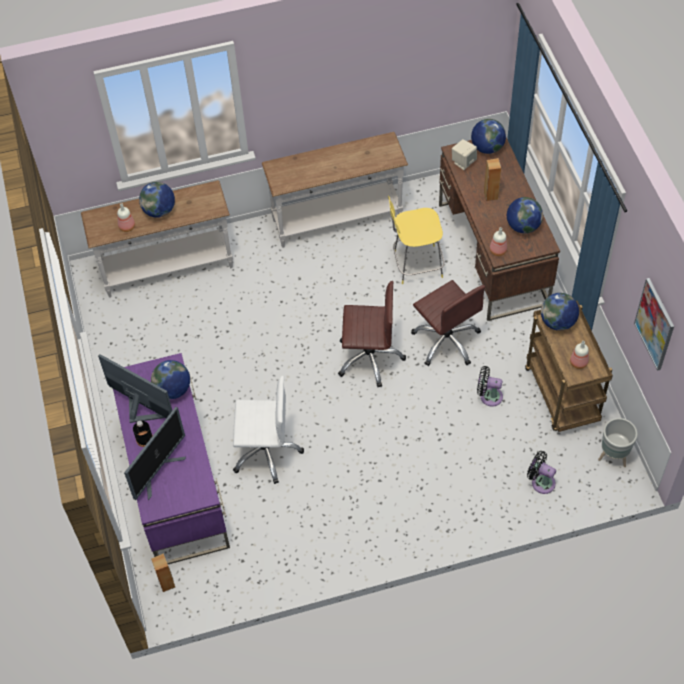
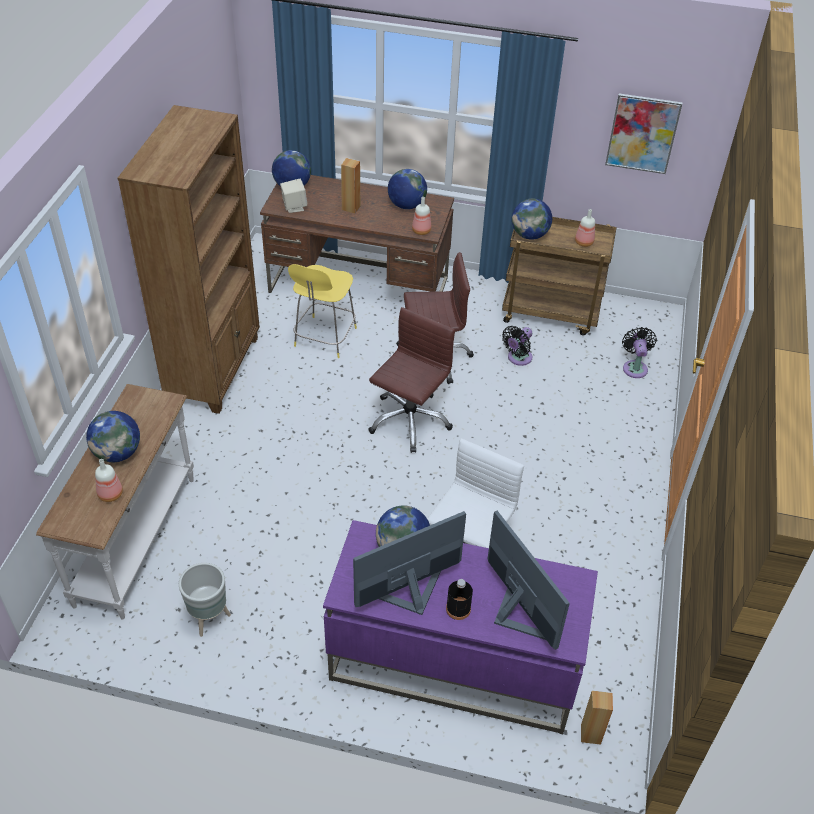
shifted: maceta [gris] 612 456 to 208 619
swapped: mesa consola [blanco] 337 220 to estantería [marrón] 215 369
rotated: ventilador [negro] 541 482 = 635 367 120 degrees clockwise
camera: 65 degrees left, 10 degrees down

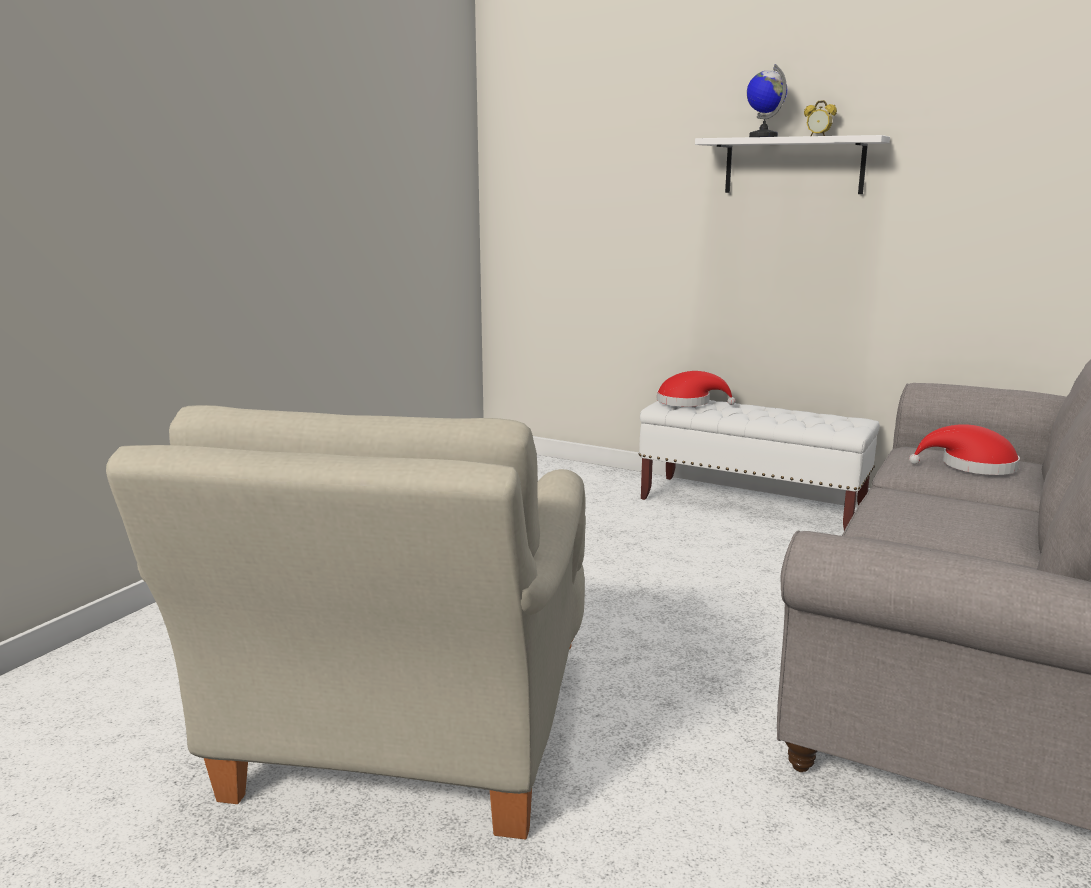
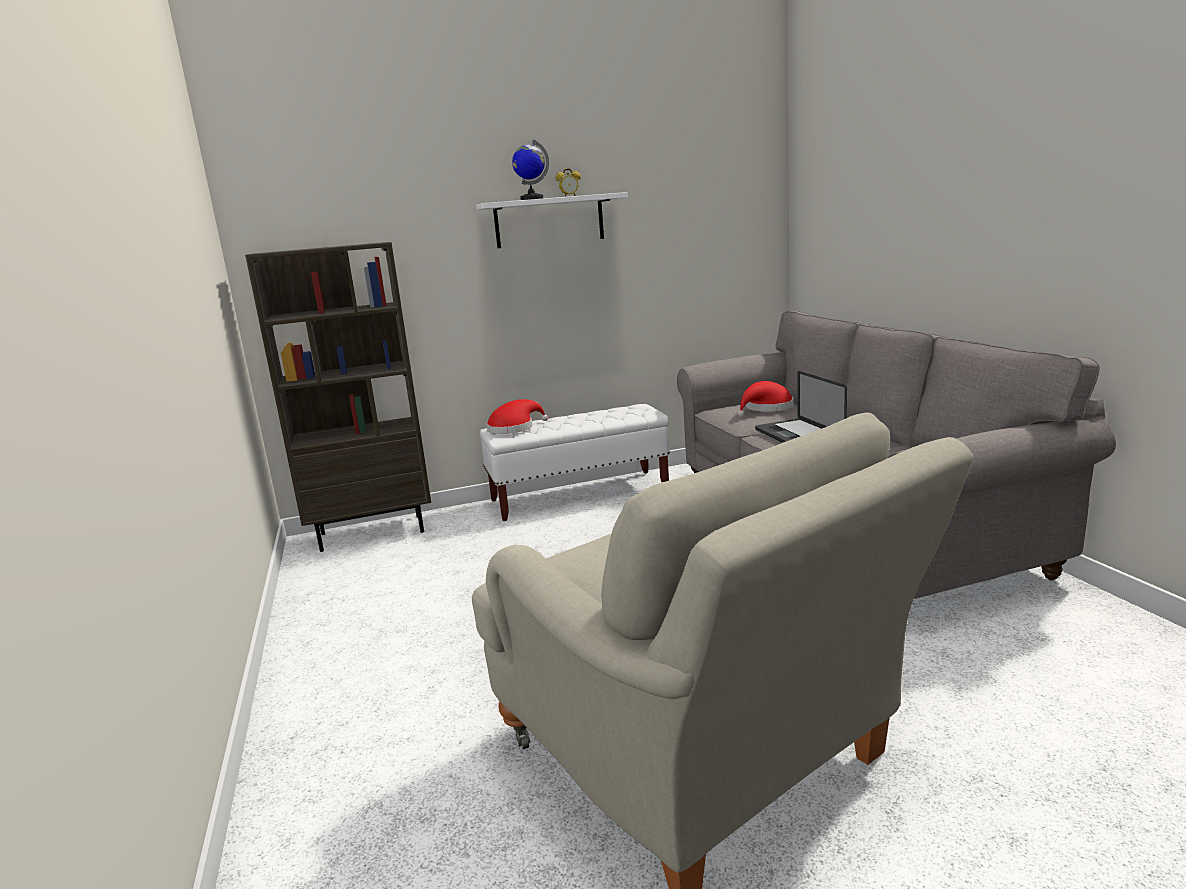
new: estantería [marrón] 373 532; portátil 798 436
camera: 45 degrees left, 0 degrees up

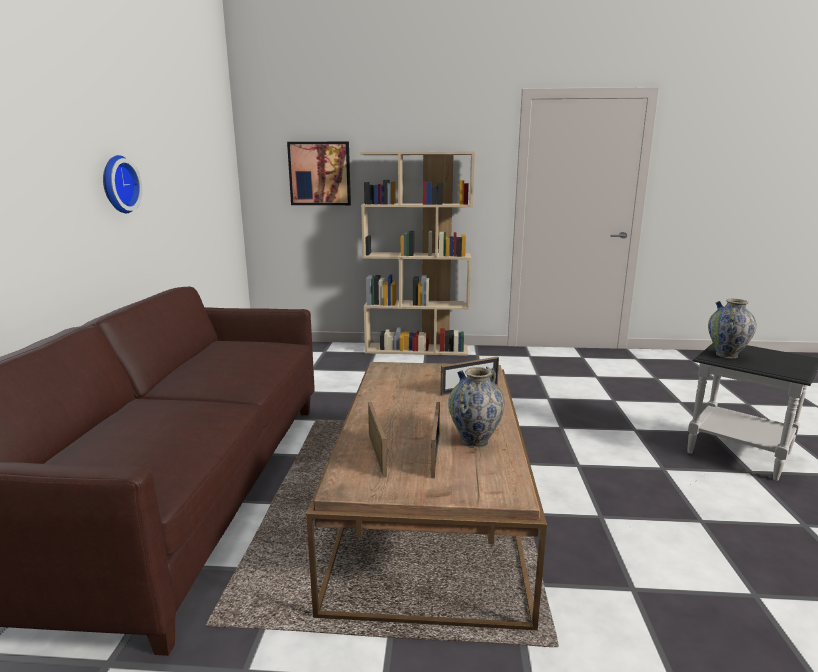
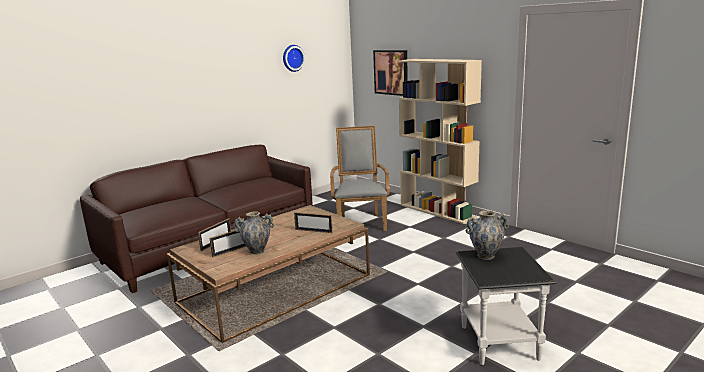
new: sillón [gris] 361 221
shifted: reloj de pared 117 184 to 292 58
camera: 45 degrees right, 0 degrees up

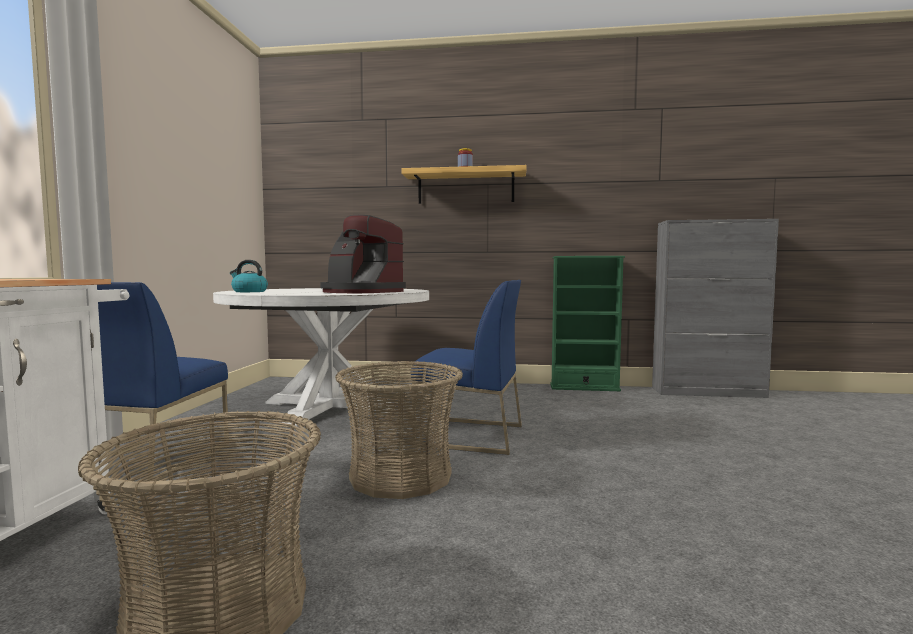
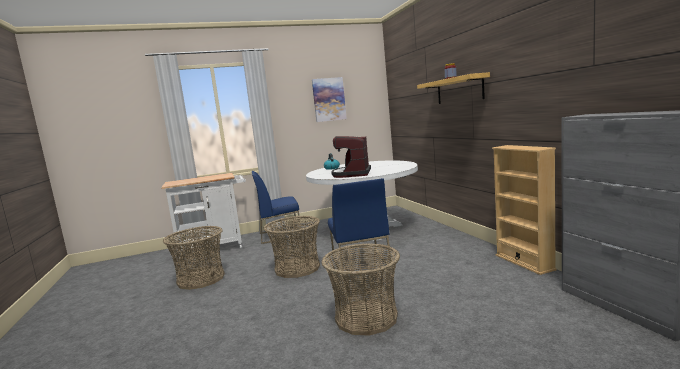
new: cuadro 329 99; cesta 366 317
repainted: estantería [verde] 584 387 to estantería [beis] 524 262
camera: 65 degrees right, 5 degrees up

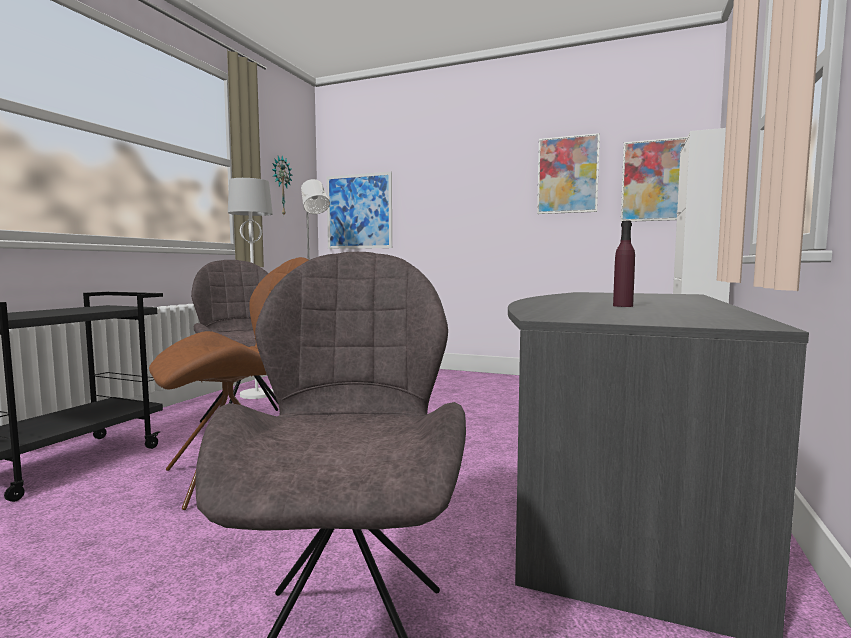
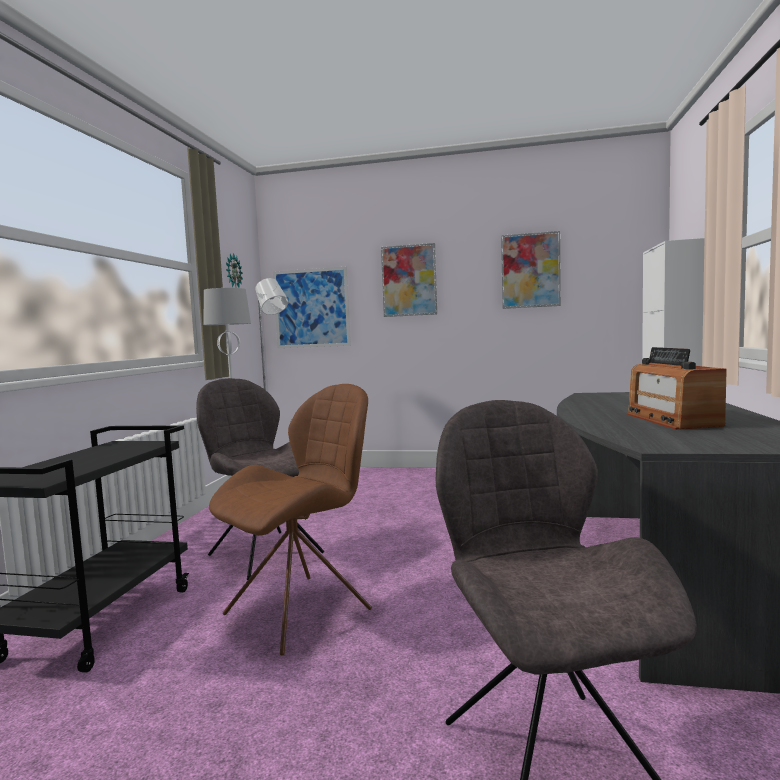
shifted: cuadro 655 180 to 409 280
swapped: botella [morado] 623 306 to radio 671 420
camera: 10 degrees left, 0 degrees up

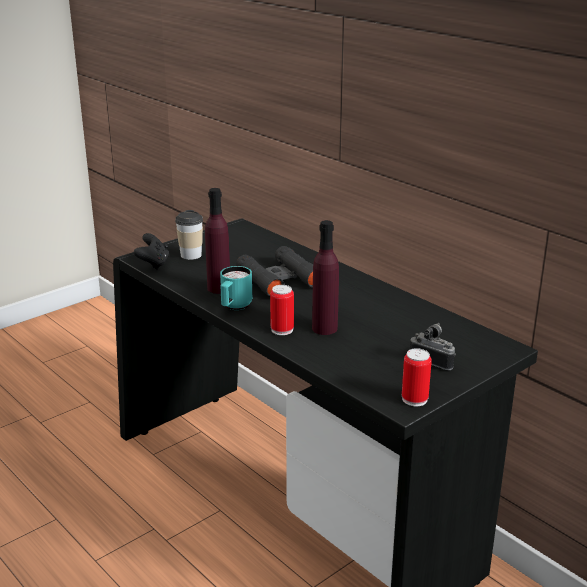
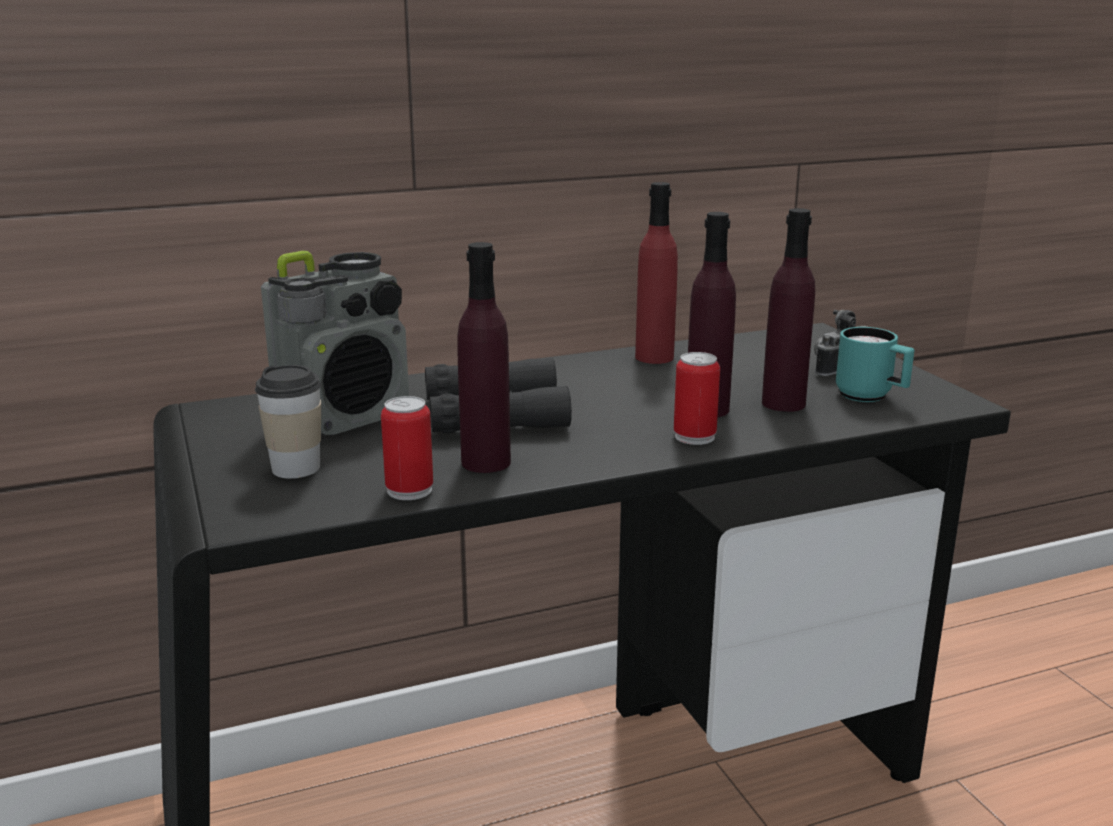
gone: mando de consola [negro] 153 264
new: radio 346 417; botella [rojo] 654 357; botella [morado] 783 403
shifted: taza grande [turquesa] 234 307 to 871 397; lata 414 399 to 409 490
camera: 70 degrees left, 5 degrees down

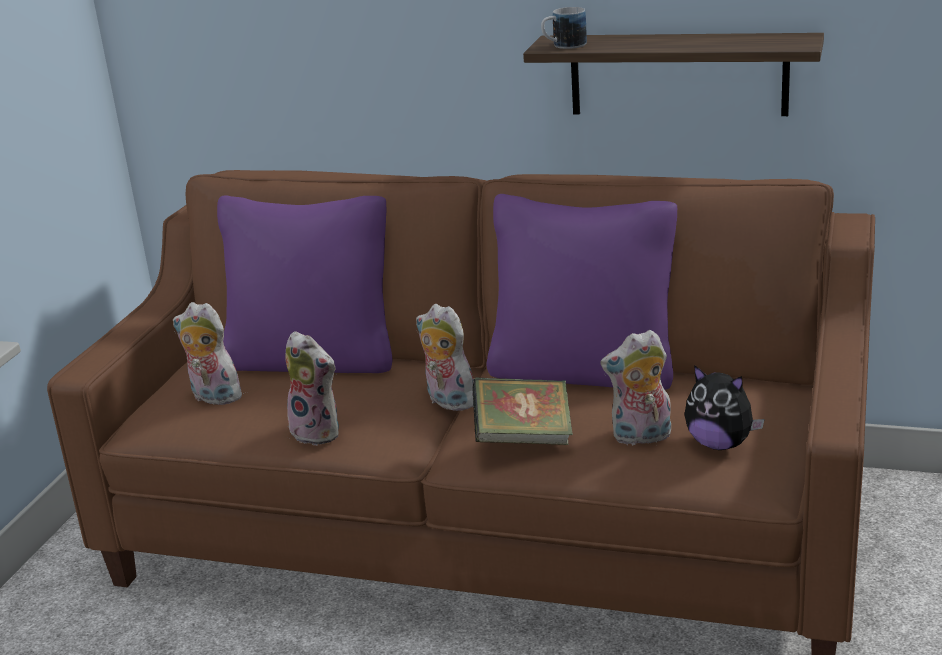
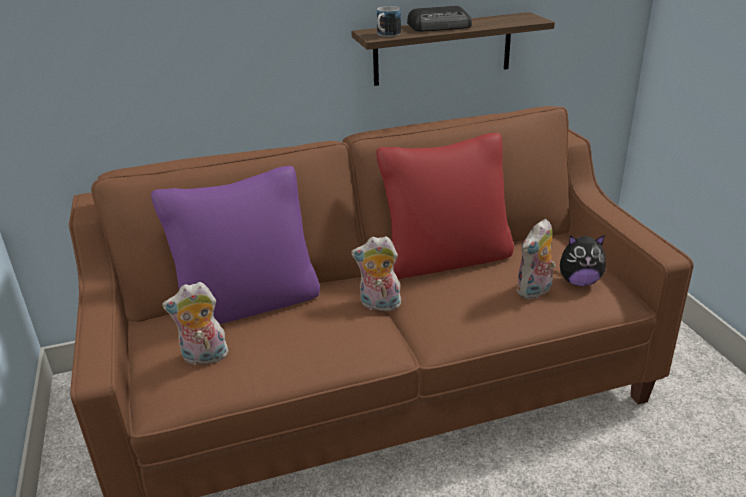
gone: peluche 319 432; libro 523 438
new: radio 440 26
repainted: cojín [morado] 584 371 to cojín [rojo] 446 259
camera: 35 degrees left, 5 degrees up

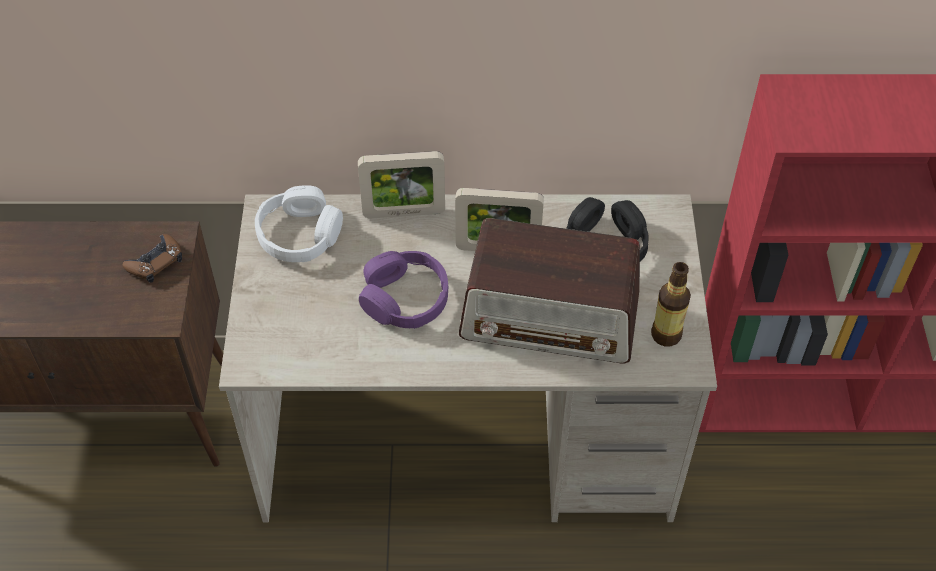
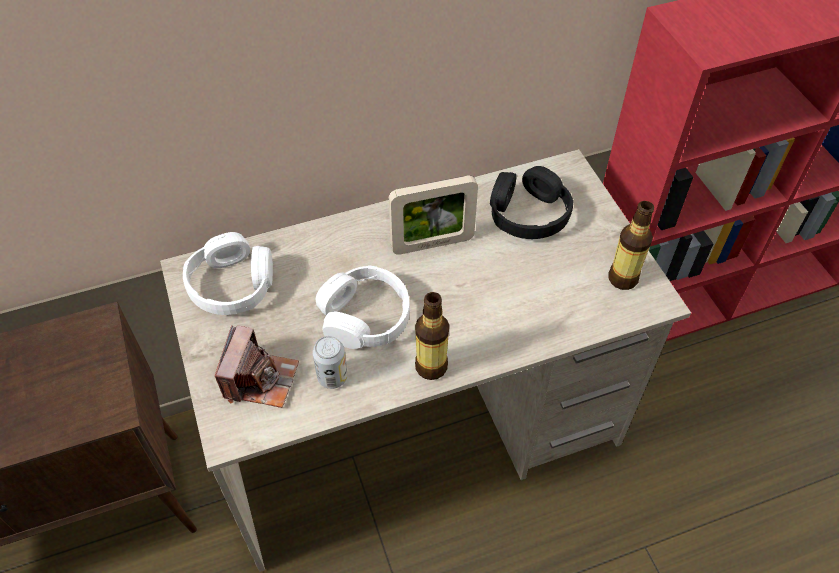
gone: mando de consola [marrón] 155 262; portarretratos 404 212; radio 550 316
new: cámara 260 379; lata 332 377; botella 431 366
repainted: auriculares [morado] 405 298 to auriculares [blanco] 365 317
camera: 20 degrees left, 0 degrees up

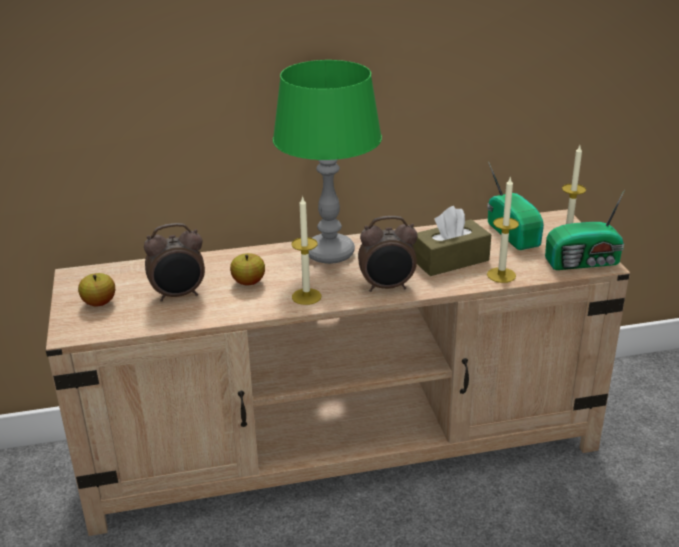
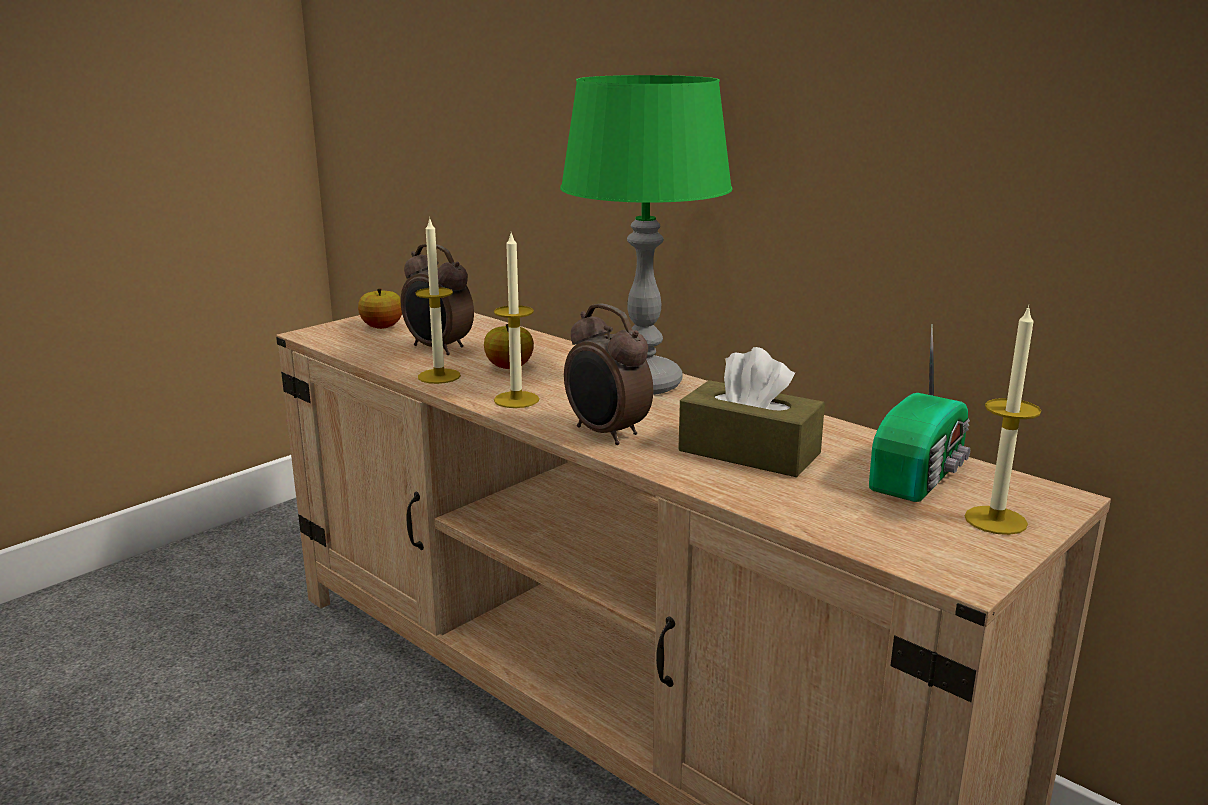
gone: radio 584 262
shifted: vela 501 275 to 439 376
camera: 55 degrees right, 10 degrees down

